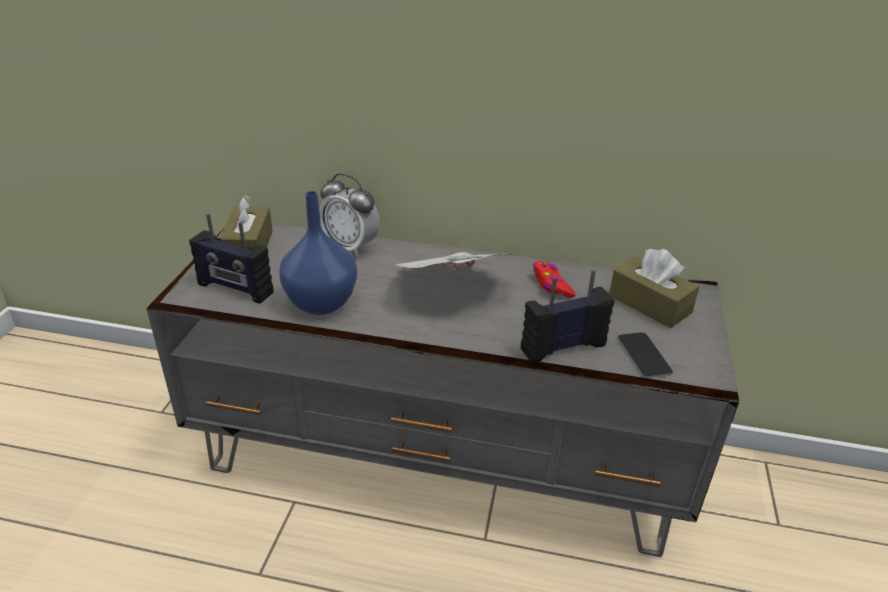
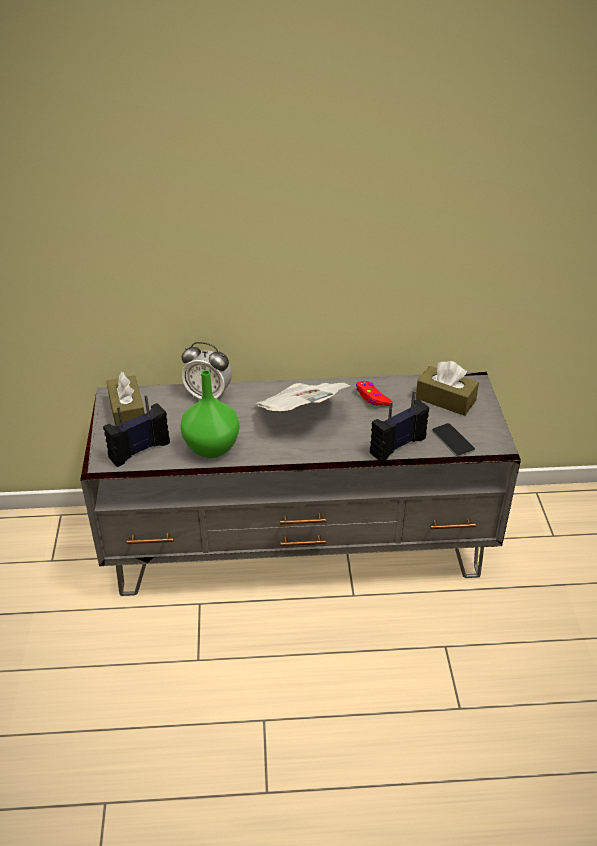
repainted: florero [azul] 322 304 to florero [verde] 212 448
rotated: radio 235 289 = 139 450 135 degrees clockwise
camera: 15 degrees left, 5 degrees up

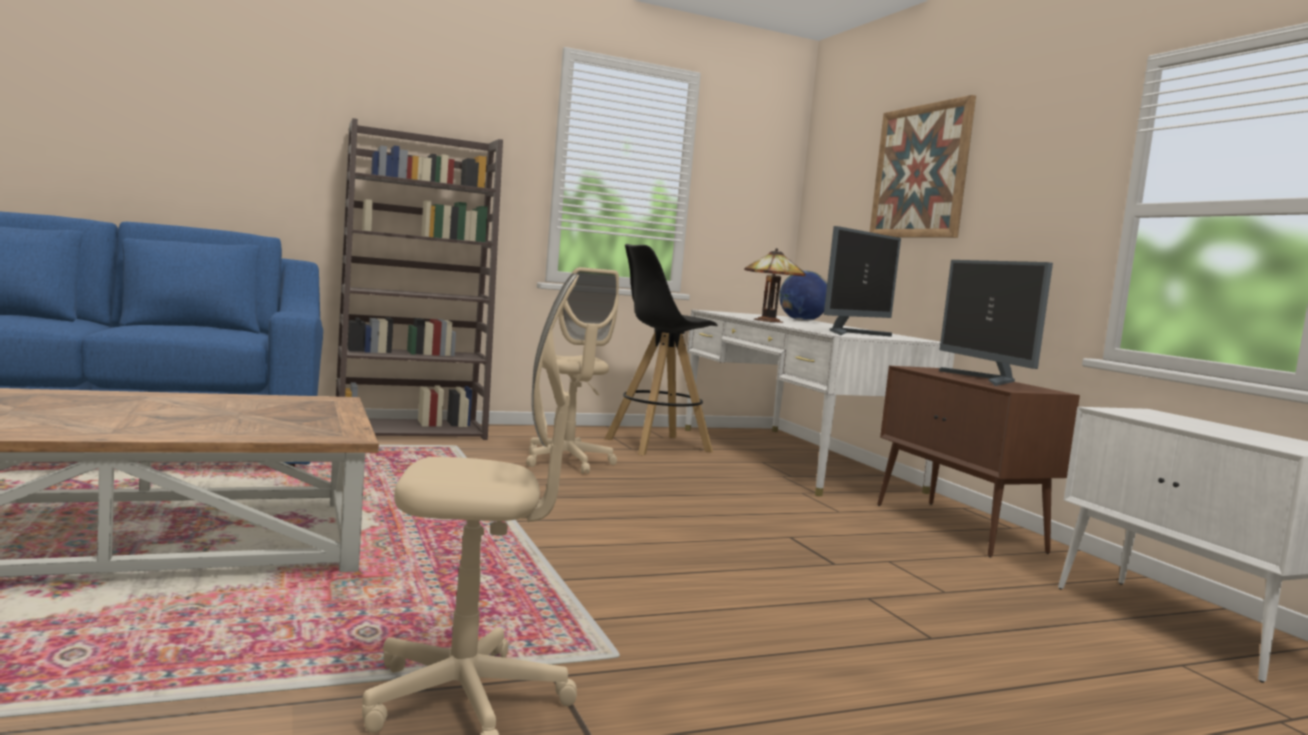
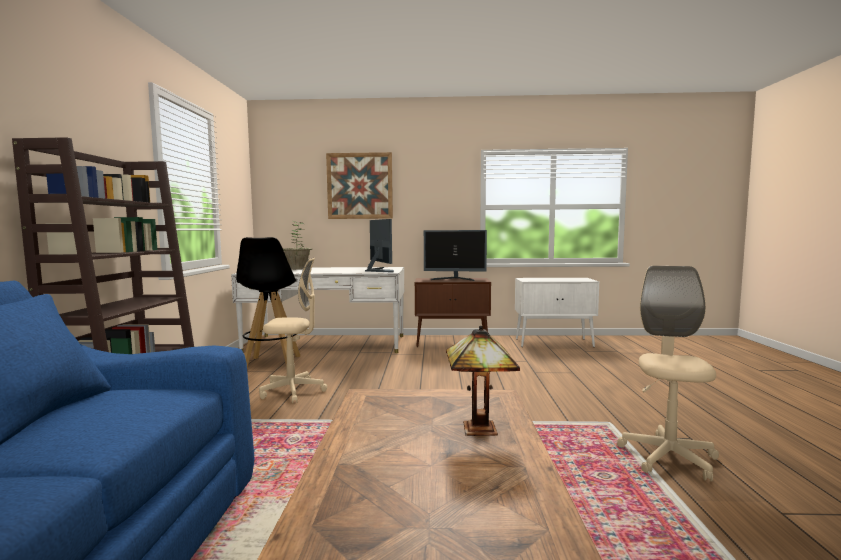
shifted: lámpara de mesa 769 321 to 477 427
swapped: globo terráqueo 801 320 to planta en maceta 297 268
camera: 65 degrees left, 0 degrees up

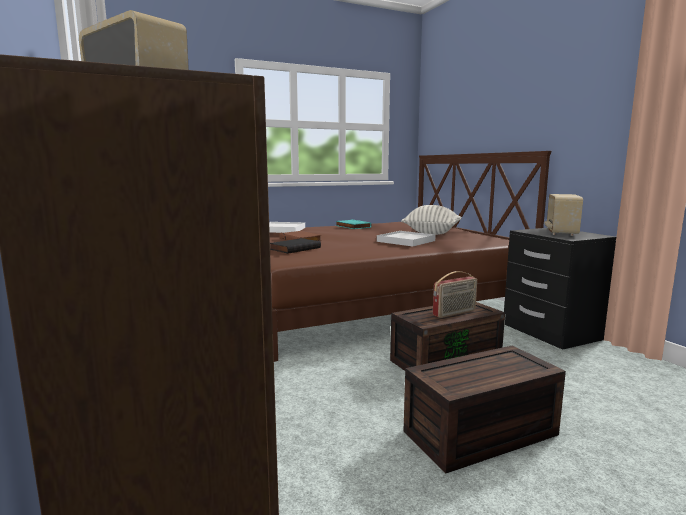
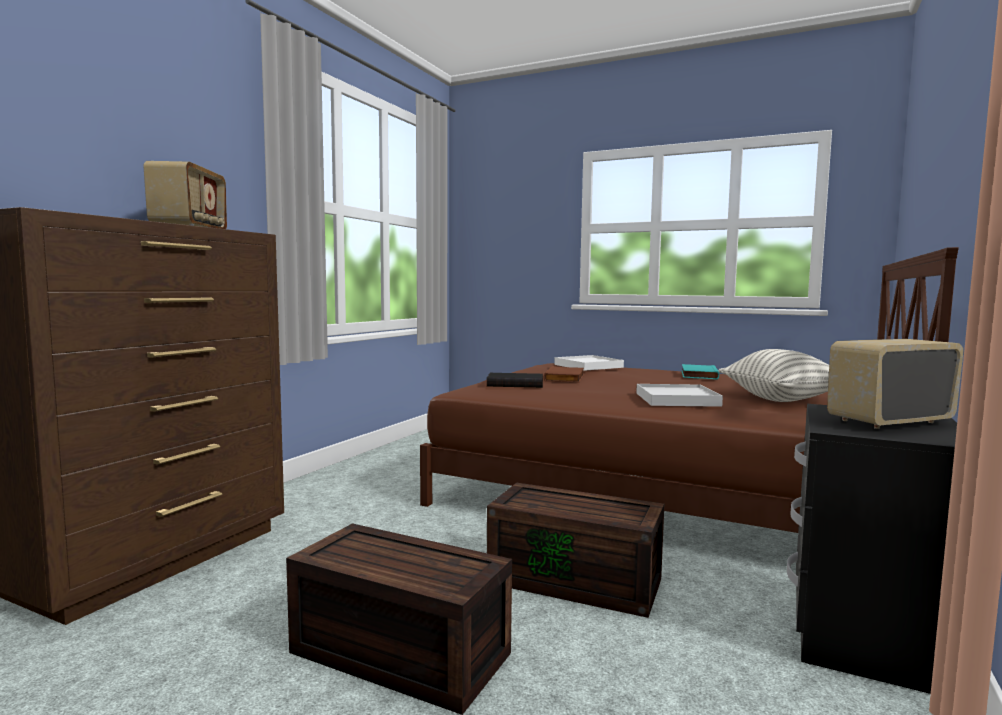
gone: radio 454 313
camera: 50 degrees right, 5 degrees down

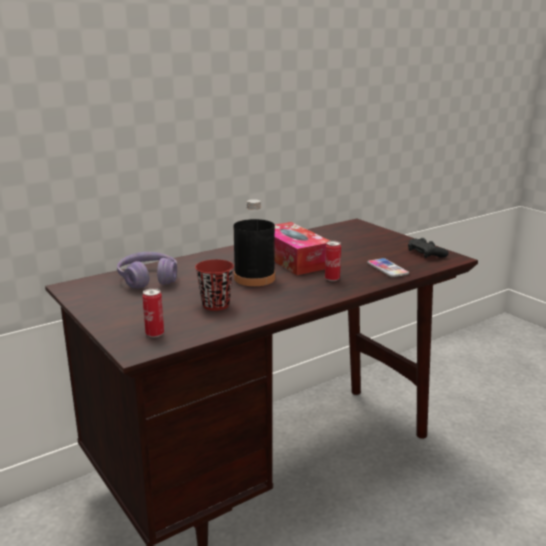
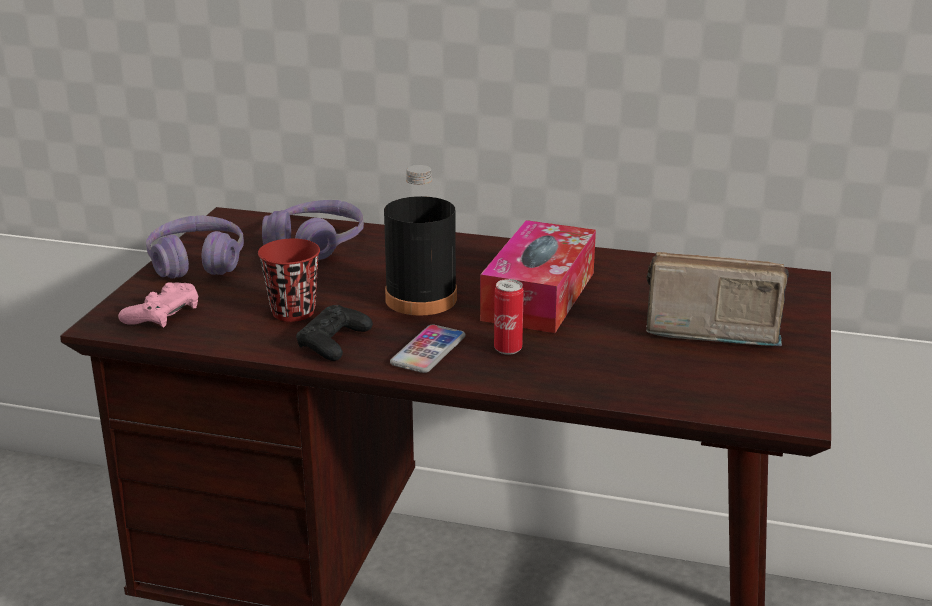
new: auriculares [morado] 197 262; radio 708 329
shifted: móvil 387 269 to 428 350; mando de consola [negro] 426 253 to 333 342
swapped: lata 154 334 to mando de consola [rosa] 162 314
camera: 50 degrees right, 5 degrees up

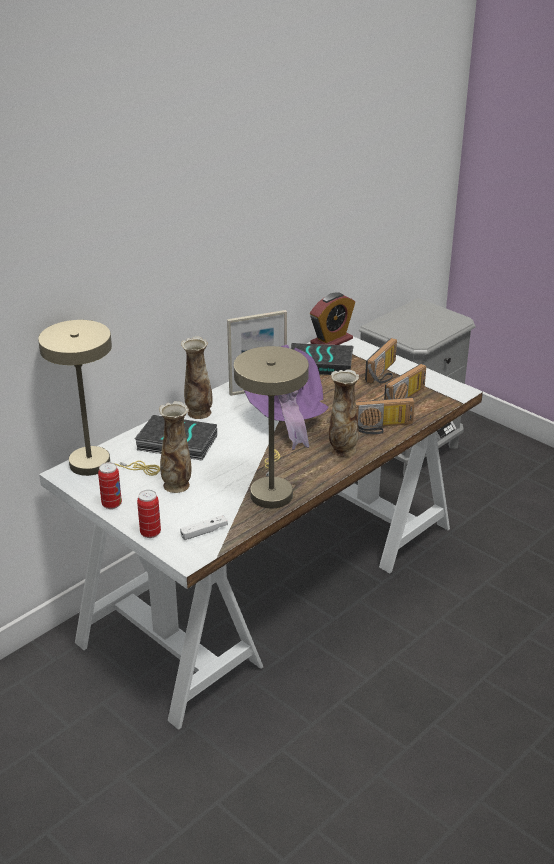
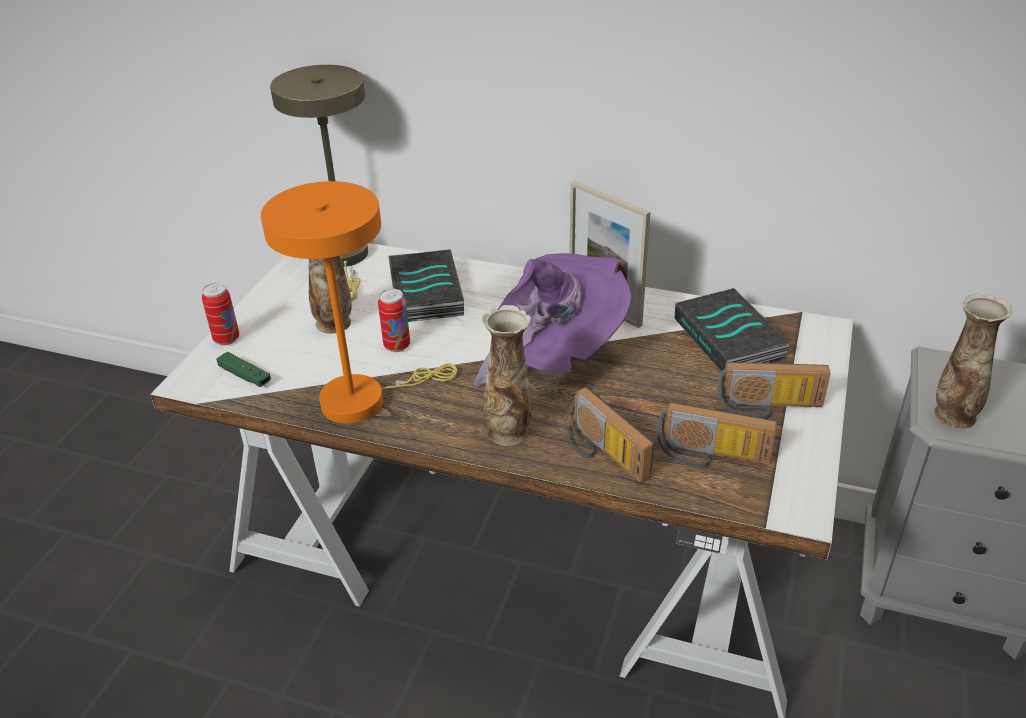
gone: despertador 331 341
shifted: lata 111 504 to 397 346; florero 198 413 to 953 415
repainted: mando de consola [blanco] 204 532 to mando de consola [verde] 245 376; lámpara de mesa [beis] 271 490 to lámpara de mesa [naranja] 364 399
camera: 65 degrees right, 5 degrees up

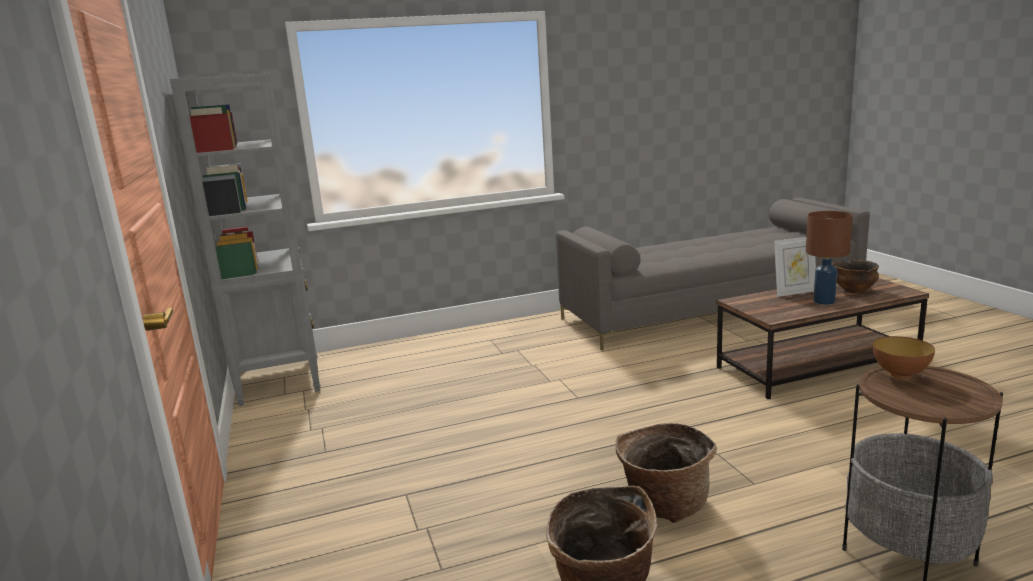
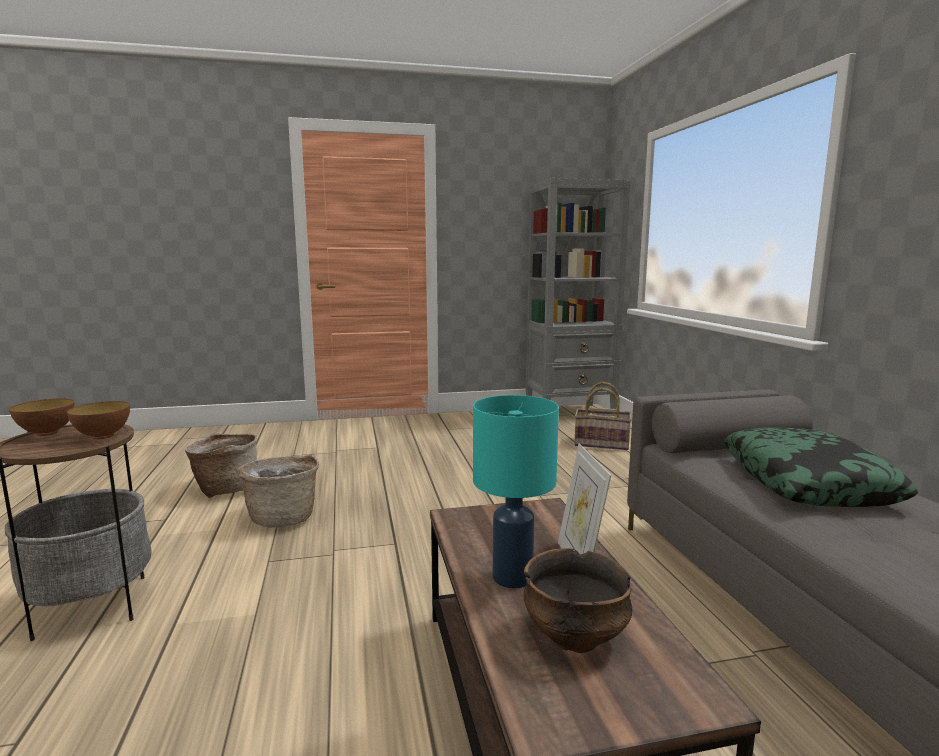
new: cuenco 47 433; cesta 602 443; cojín 807 482
repainted: lámpara de mesa [marrón] 823 301 to lámpara de mesa [turquesa] 511 576
camera: 95 degrees right, 5 degrees down

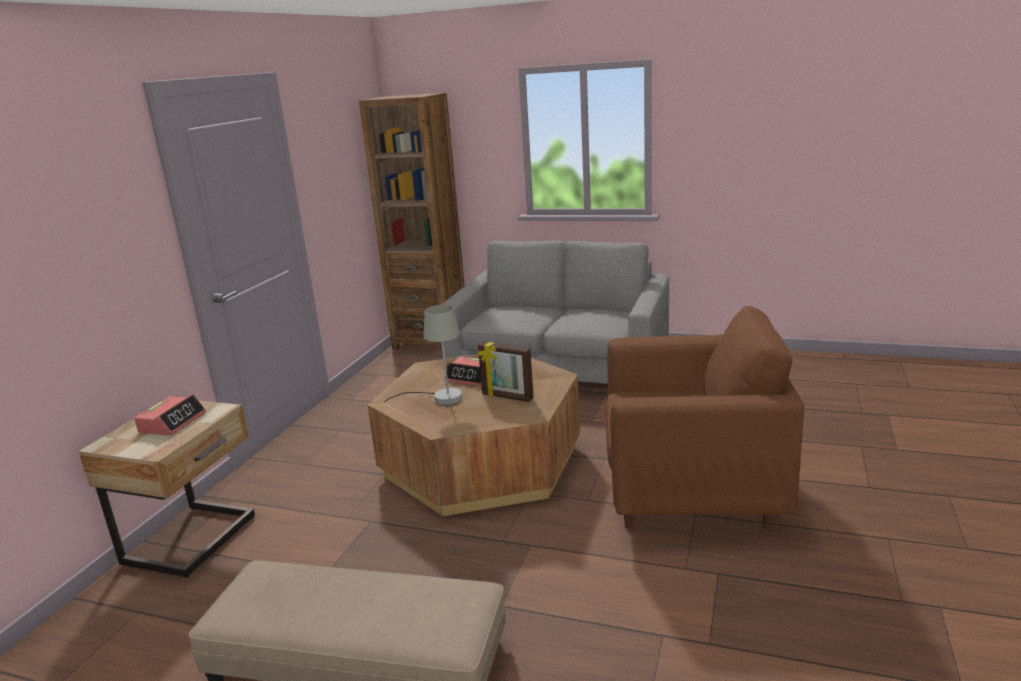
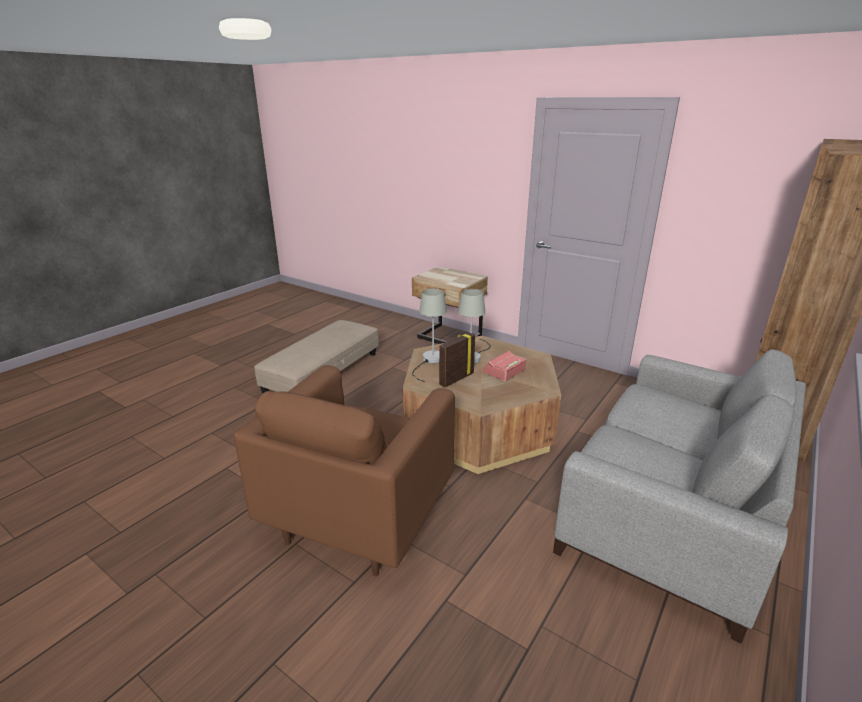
gone: despertador 172 422
new: lámpara de mesa [gris] 430 361
camera: 105 degrees right, 5 degrees up

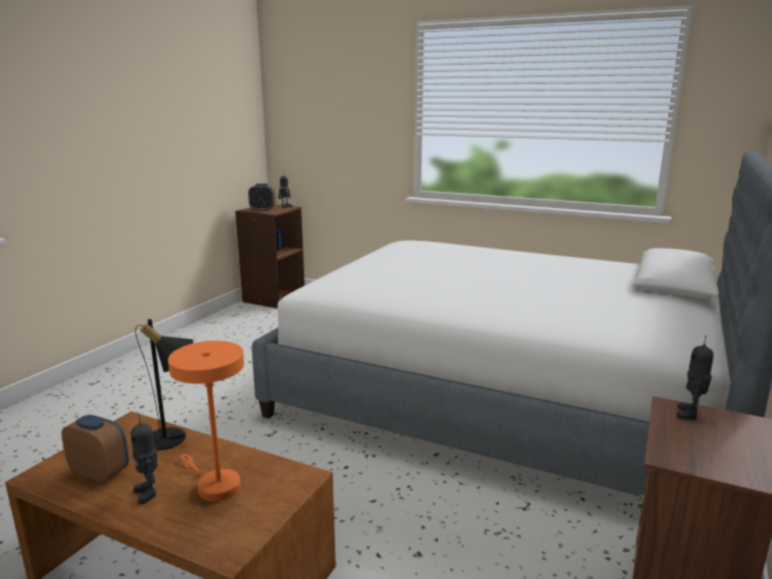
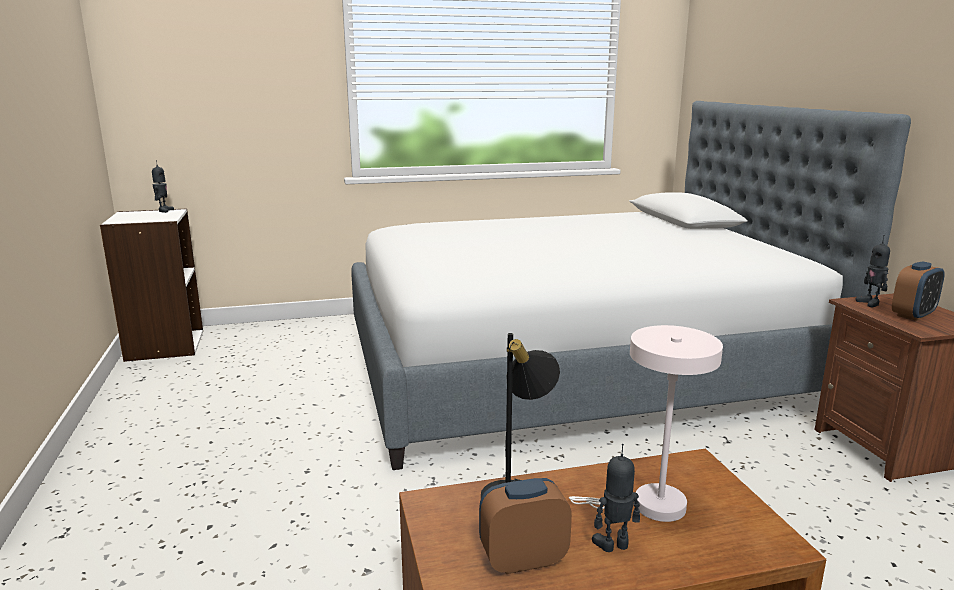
shifted: despertador 263 210 to 913 315
repainted: lámpara de mesa [naranja] 214 485 to lámpara de mesa [blanco] 649 506; estantería [marrón] 273 298 to estantería [blanco] 164 346
rotated: robot de juguete 148 493 = 614 546 150 degrees clockwise
camera: 40 degrees left, 0 degrees up

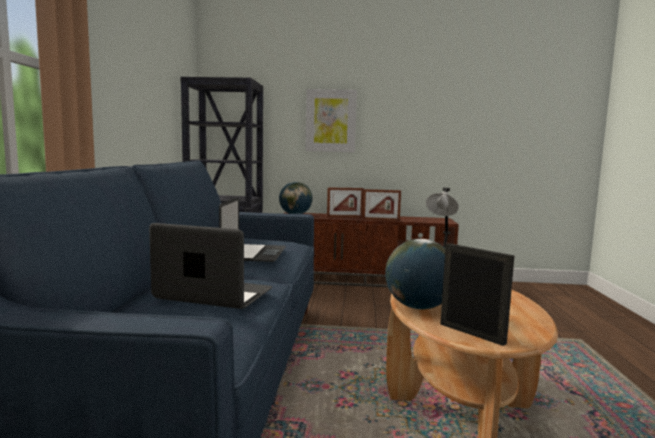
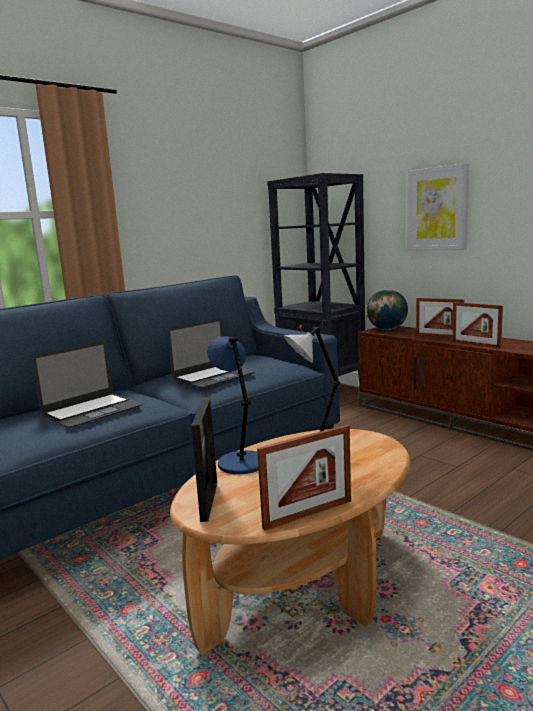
new: portarretratos 308 514
swapped: globo terráqueo 419 307 to lámpara de mesa [azul] 240 462
rotated: portátil 214 294 = 92 410 75 degrees clockwise
camera: 45 degrees right, 5 degrees up

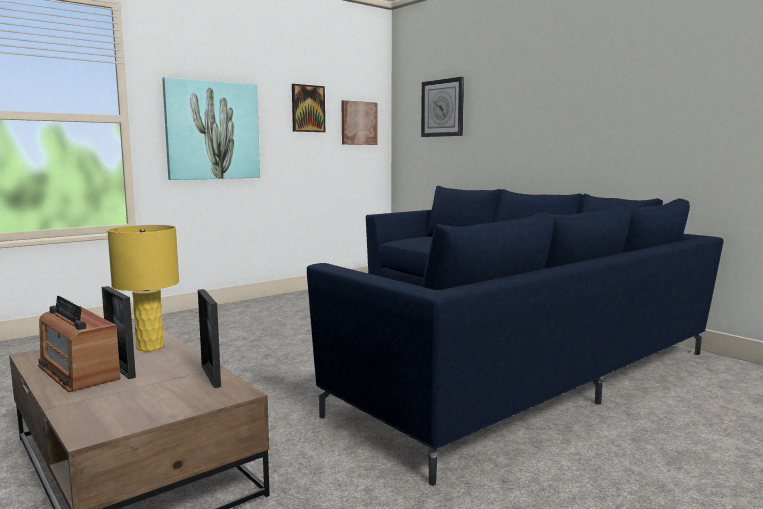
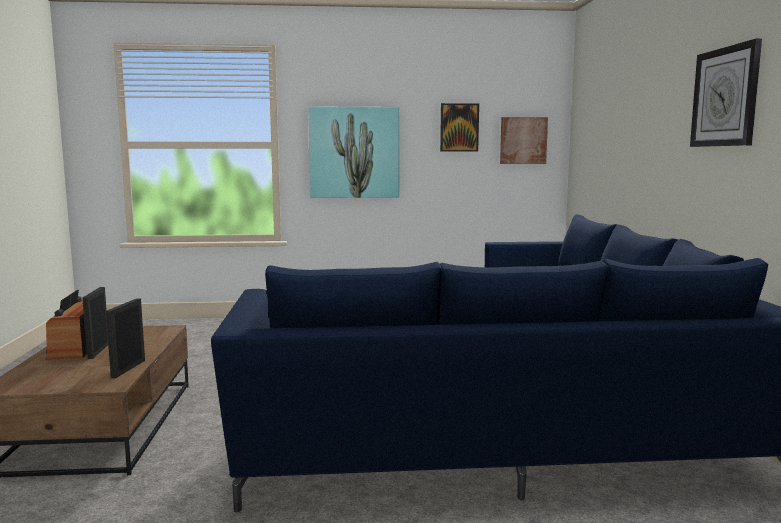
gone: lámpara de mesa [amarillo] 149 347
shifted: reloj de pared 442 108 to 725 97
camera: 35 degrees right, 0 degrees up

